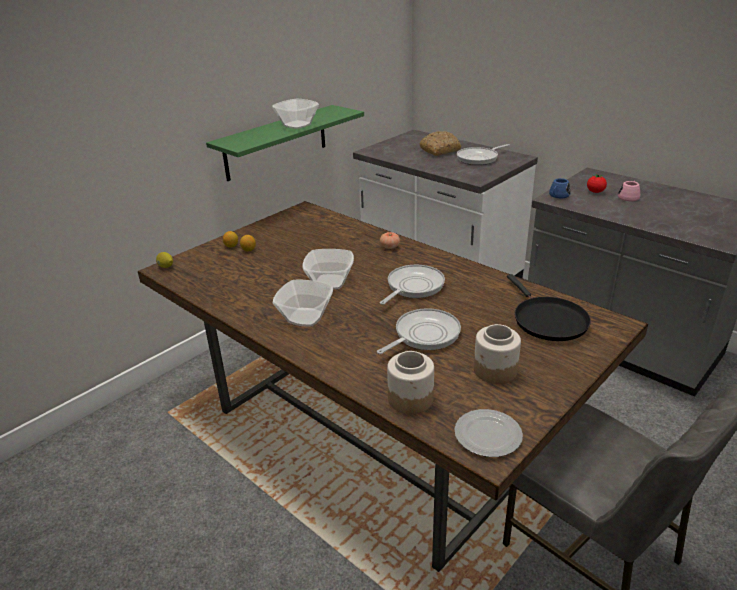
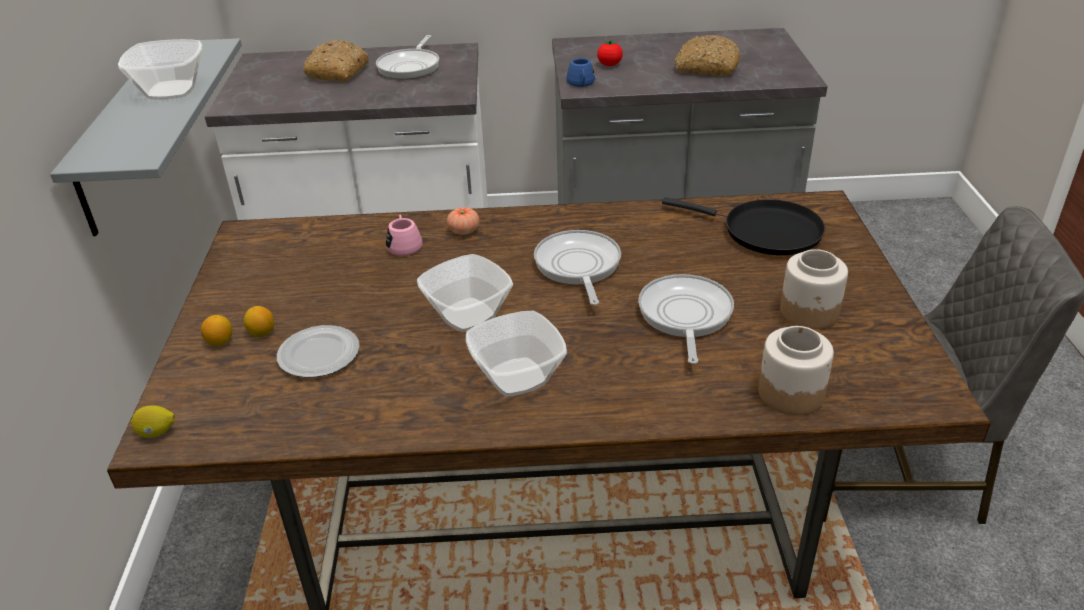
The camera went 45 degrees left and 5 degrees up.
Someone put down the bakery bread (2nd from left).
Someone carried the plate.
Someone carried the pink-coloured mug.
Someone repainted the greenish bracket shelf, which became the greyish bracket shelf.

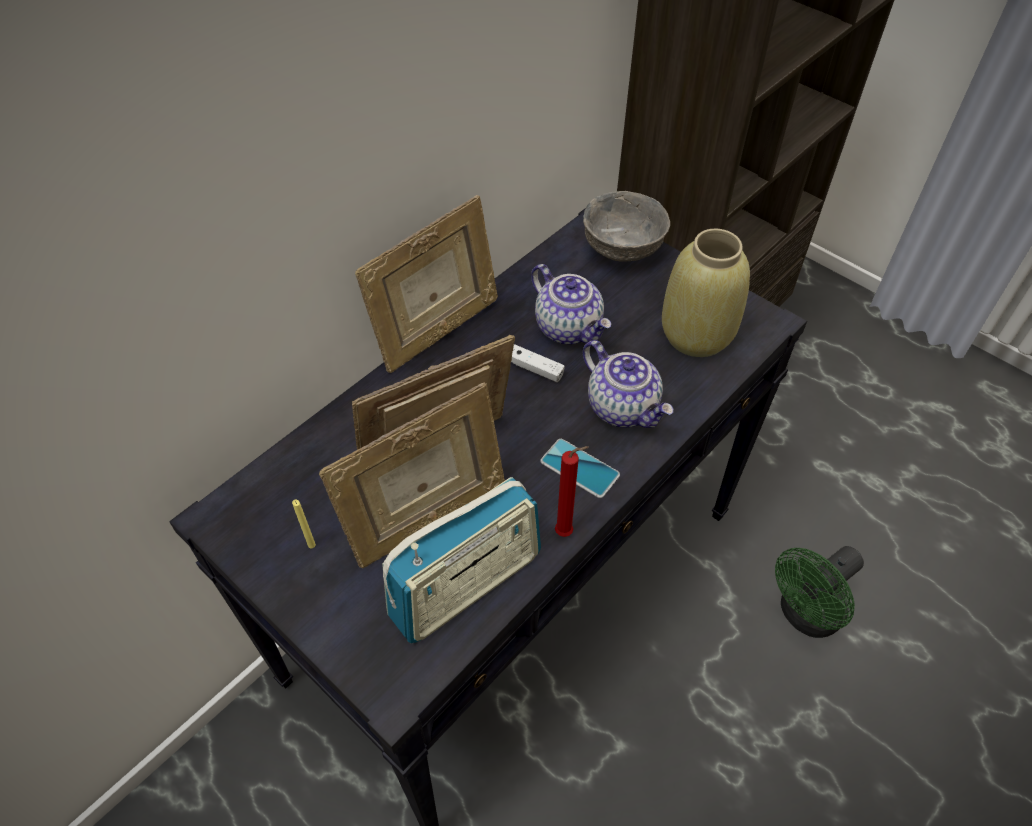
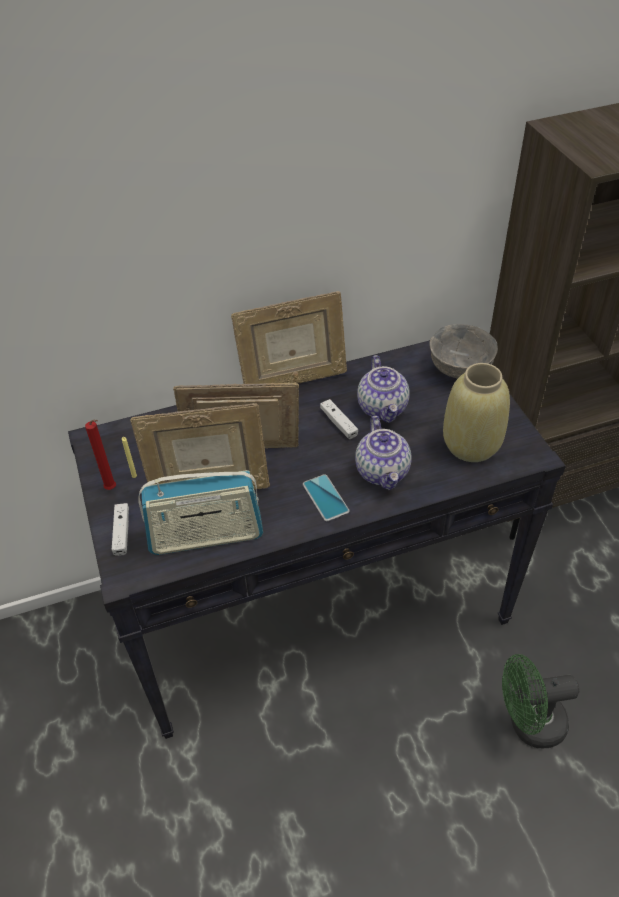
The camera went 30 degrees right and 5 degrees down.
Someone put down the white-coloured joypad (1st from left).
Someone carried the red candle.

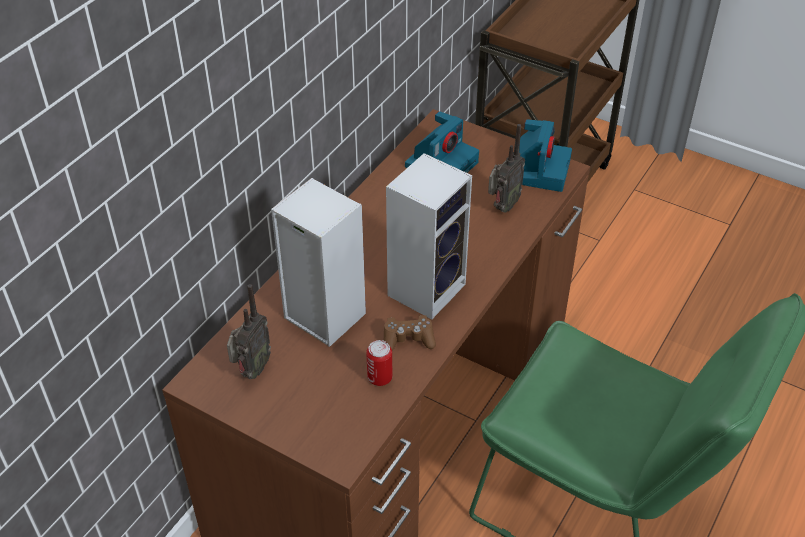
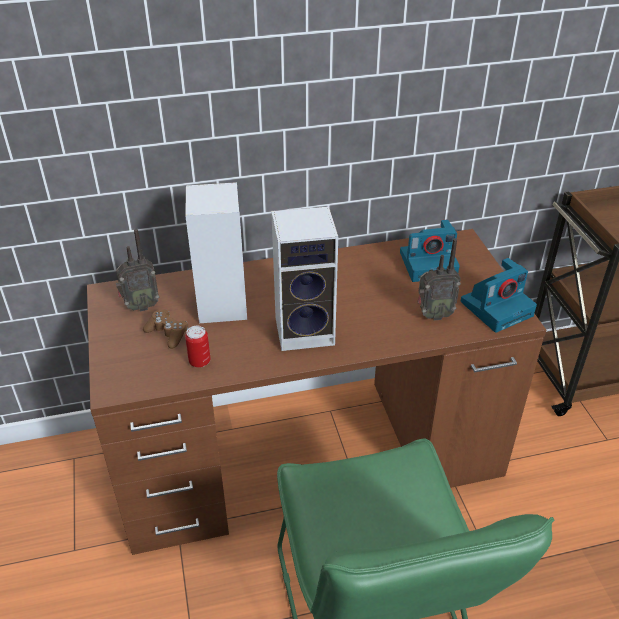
The camera went 45 degrees right and 5 degrees down.
Someone carried the brownish joypad.

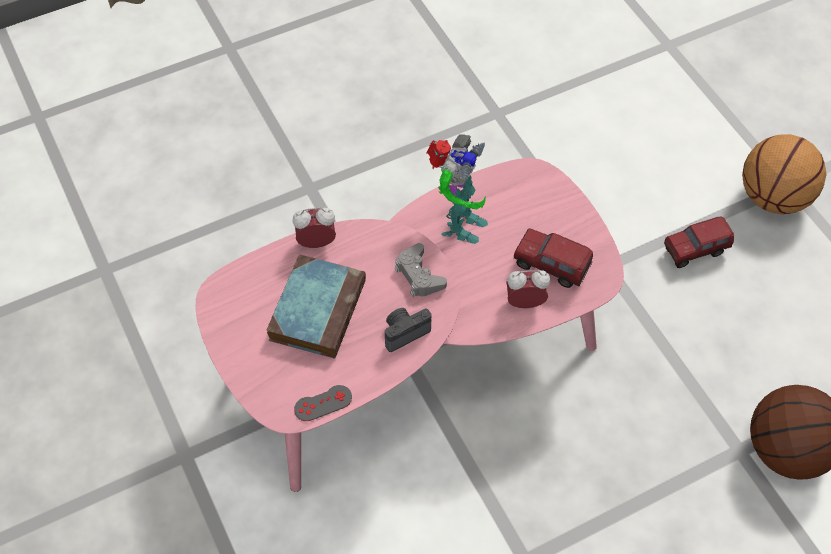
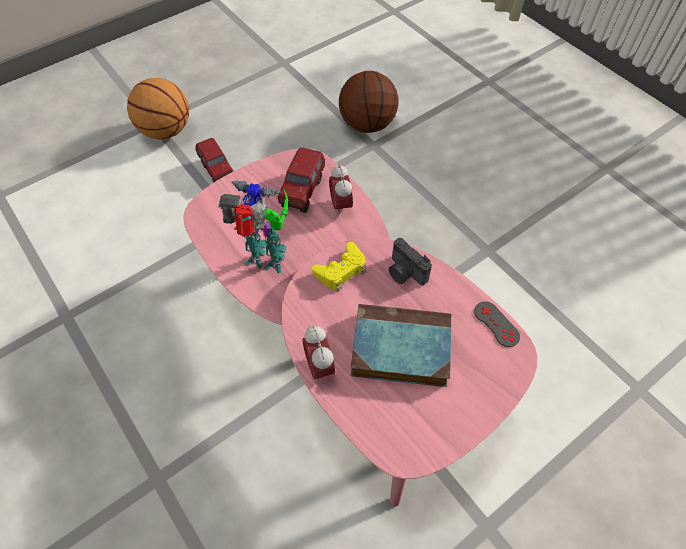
The camera went 100 degrees left and 0 degrees up.
Someone repainted the greyish joypad (2nd from left), which became the yellowish joypad.

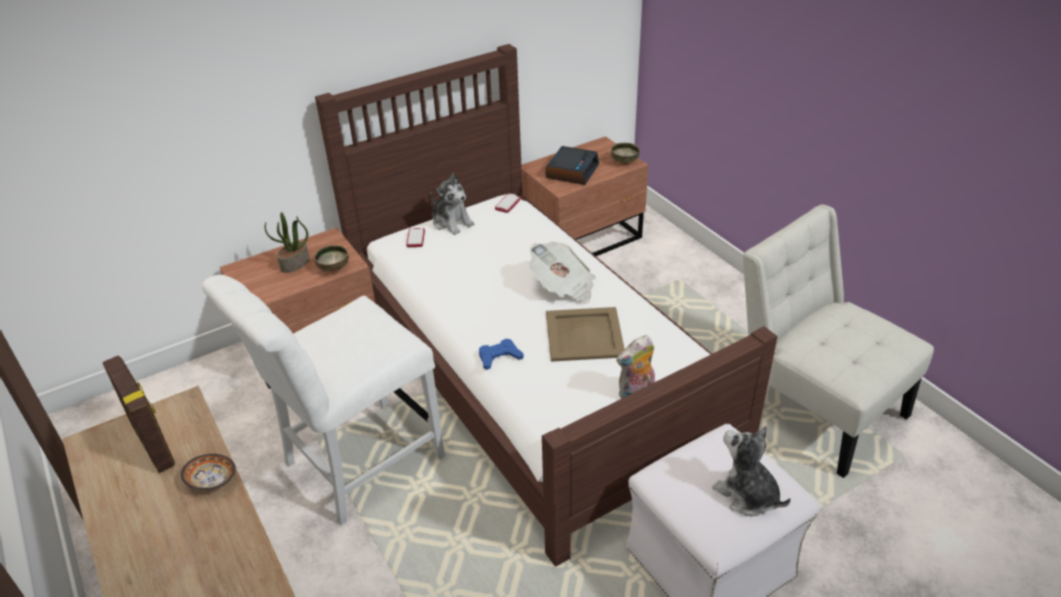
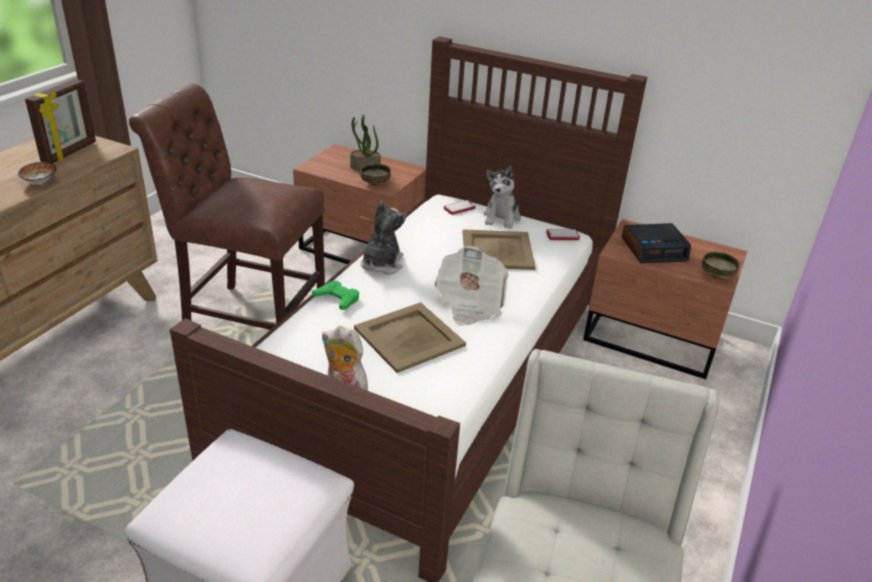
The camera went 55 degrees right and 5 degrees down.
Someone put down the sand-coloured tray (2nd from left).
Someone carried the cuddly toy (3rd from left in the first image).
Someone repainted the white-coloured plain chair (1st from left), which became the brownish plain chair.
Someone repainted the blue joypad, which became the greenish joypad.

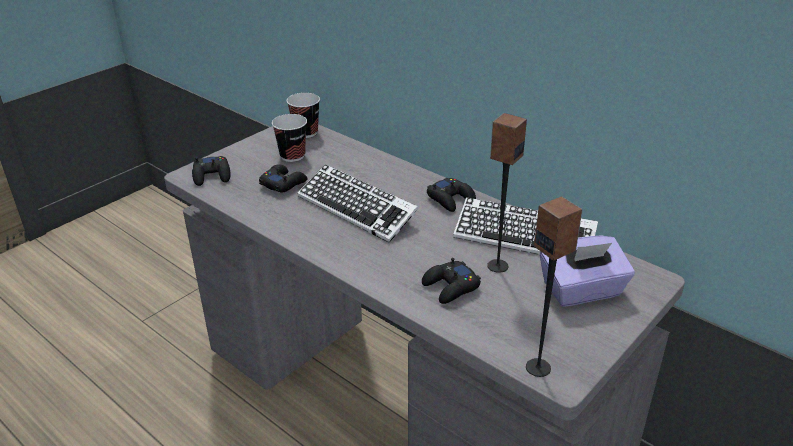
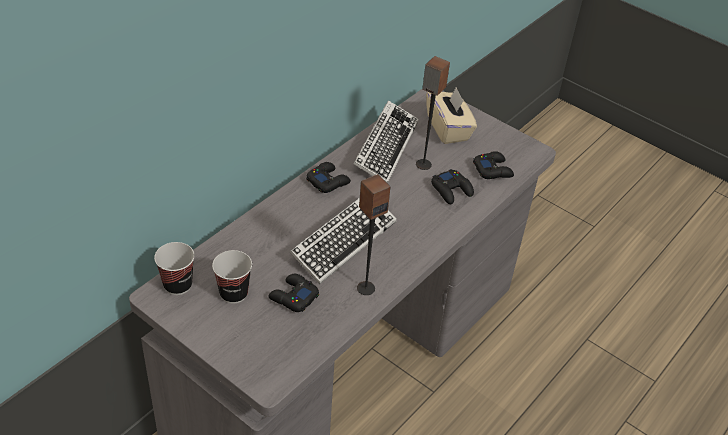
The camera went 95 degrees left and 10 degrees up.
Someone carried the black-coloured joypad (1st from left in the first image).
Someone carried the loudspeaker (2nd from left in the first image).
Someone repainted the purple tissue box, which became the sand-coloured tissue box.

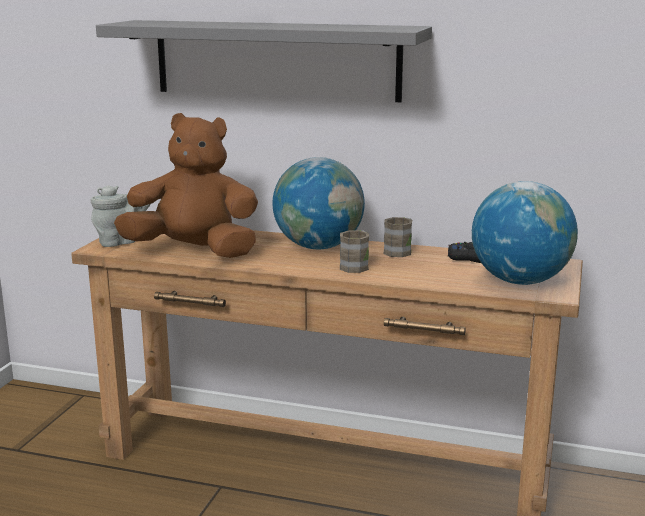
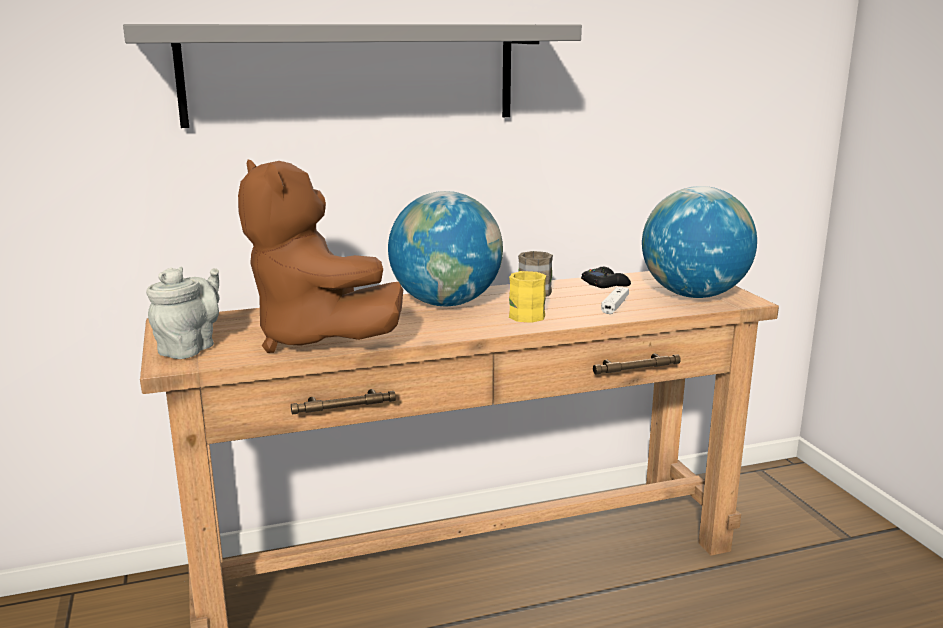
The camera went 35 degrees left and 0 degrees up.
Someone put down the white-coloured joypad.
Someone repainted the brownish mug (1st from left), which became the yellowish mug.
Someone rotated the brownish cuddly toy by 105 degrees counterclockwise.

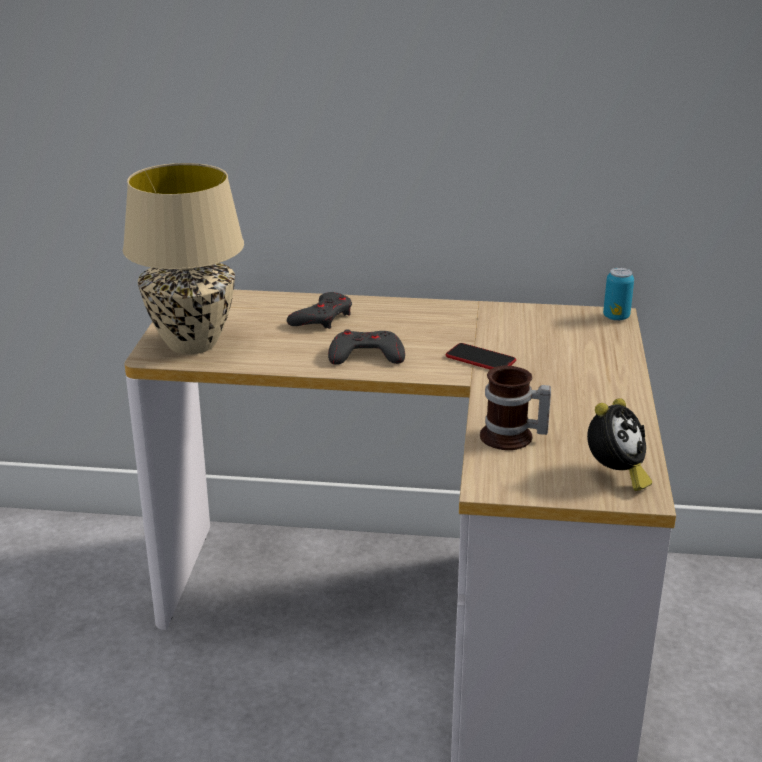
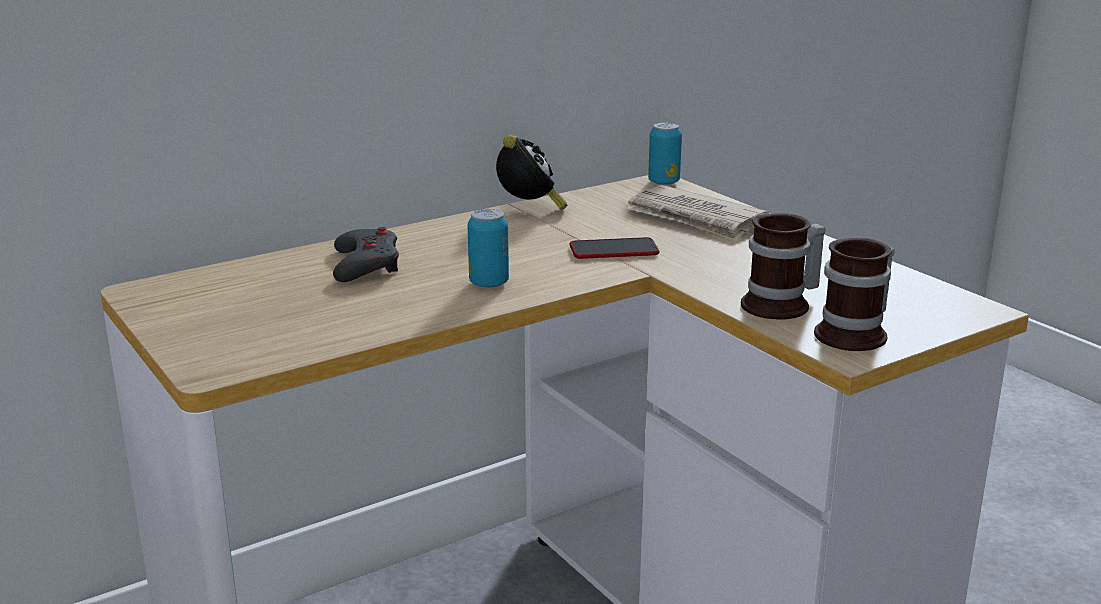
The camera went 40 degrees left and 5 degrees down.
Someone took away the sand-coloured tabletop lamp.
Someone put down the printed paper.
Someone put down the mug (2nd from left).
Someone carried the table clock.
Someone swapped the greyish joypad (2nd from left) for the sealed can (1st from left).

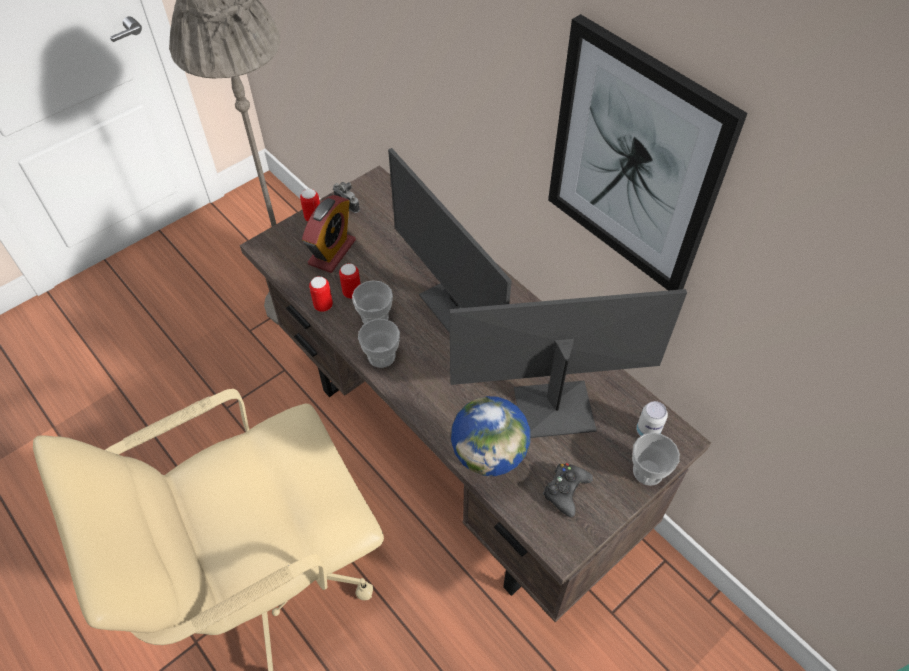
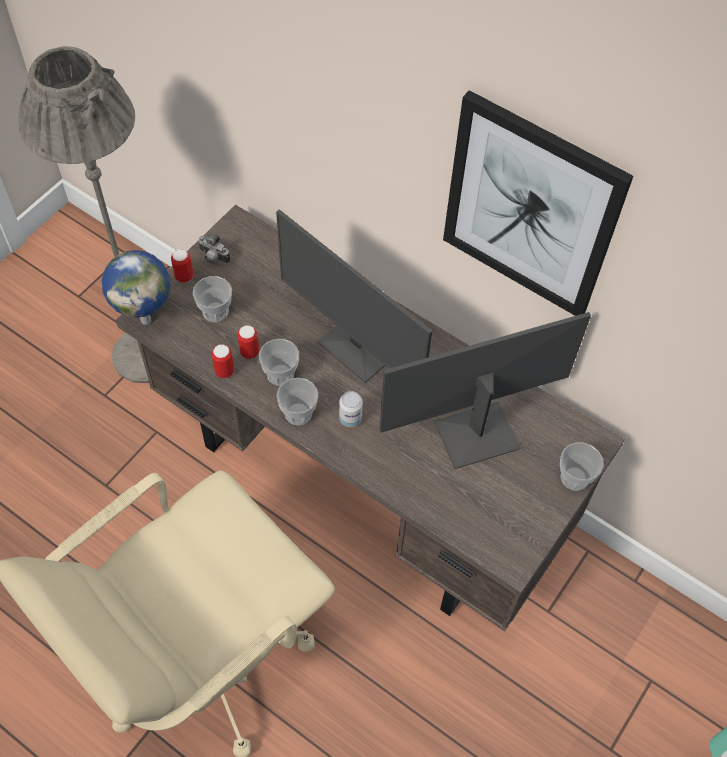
The camera went 15 degrees left and 5 degrees up.
Someone took away the black-coloured joypad.
Someone carried the world globe.
Someone carried the sealed can (4th from left).
Someone swapped the table clock for the small cup (1st from left).

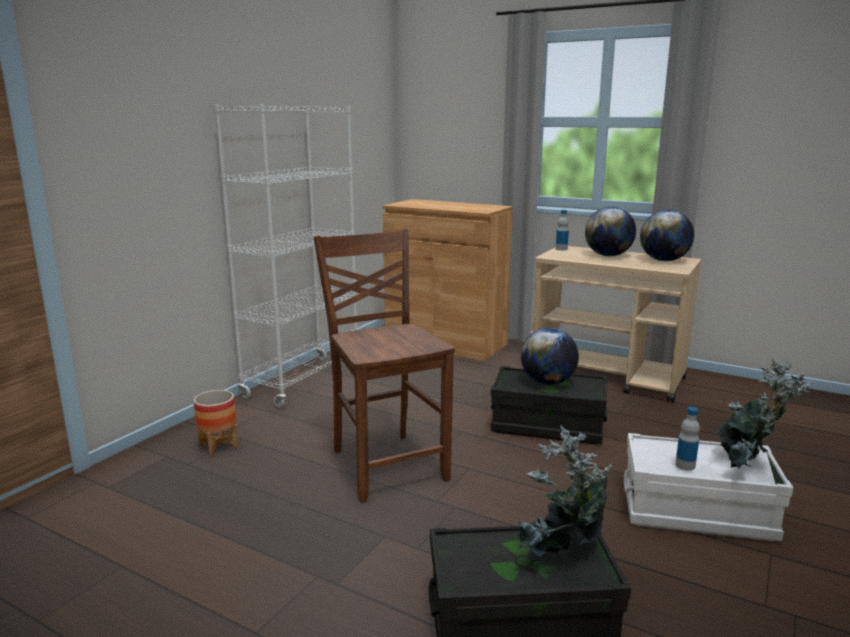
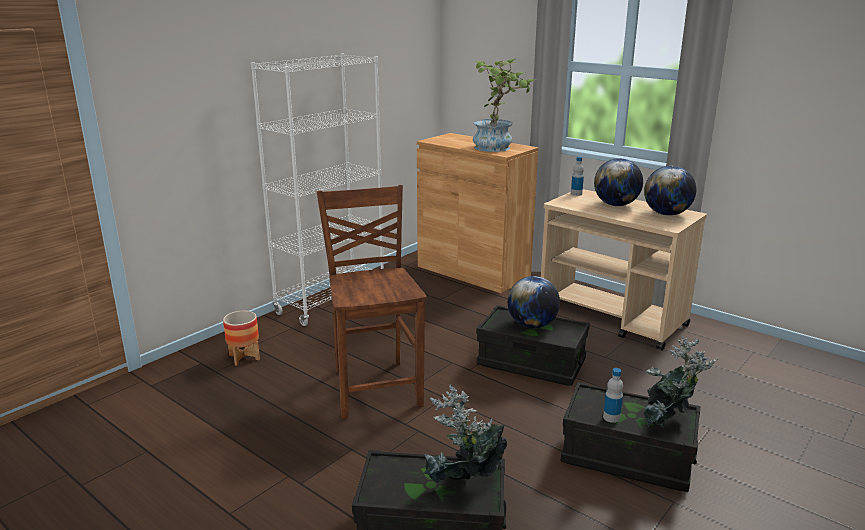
The camera went 10 degrees right and 5 degrees up.
Someone put down the houseplant (2nd from left).
Someone repainted the white-coloured storage box, which became the black-coloured storage box (3rd from left).

